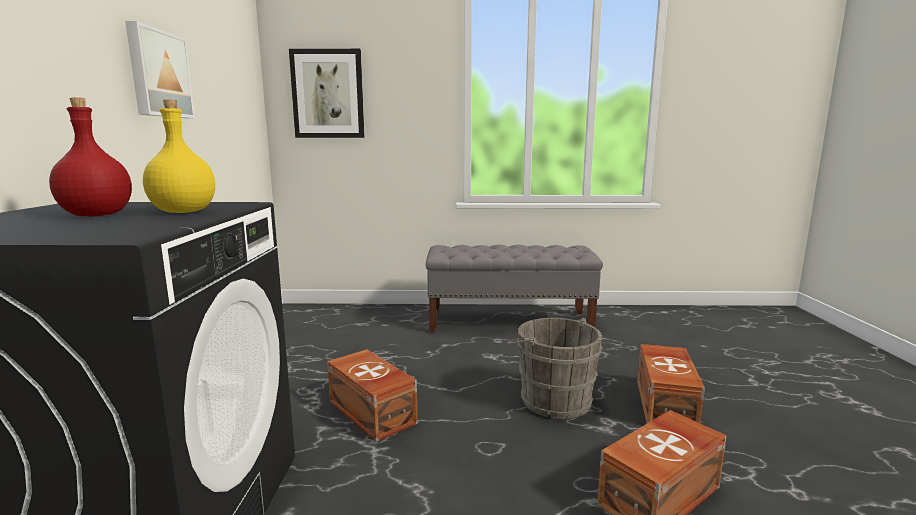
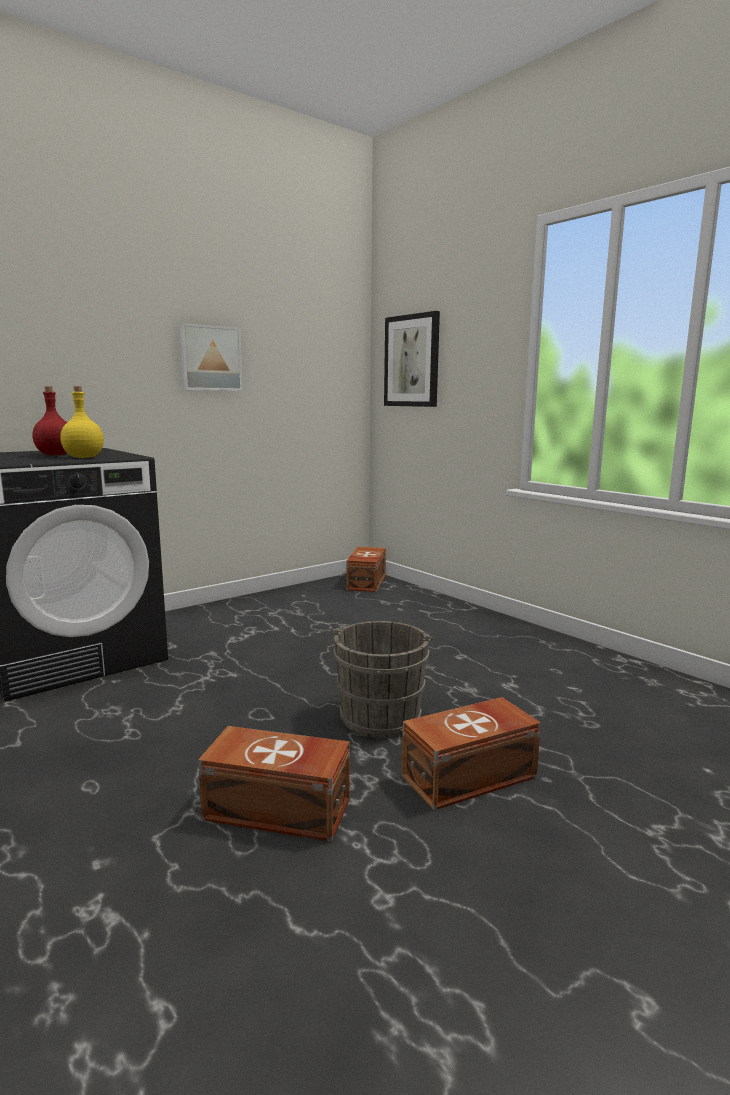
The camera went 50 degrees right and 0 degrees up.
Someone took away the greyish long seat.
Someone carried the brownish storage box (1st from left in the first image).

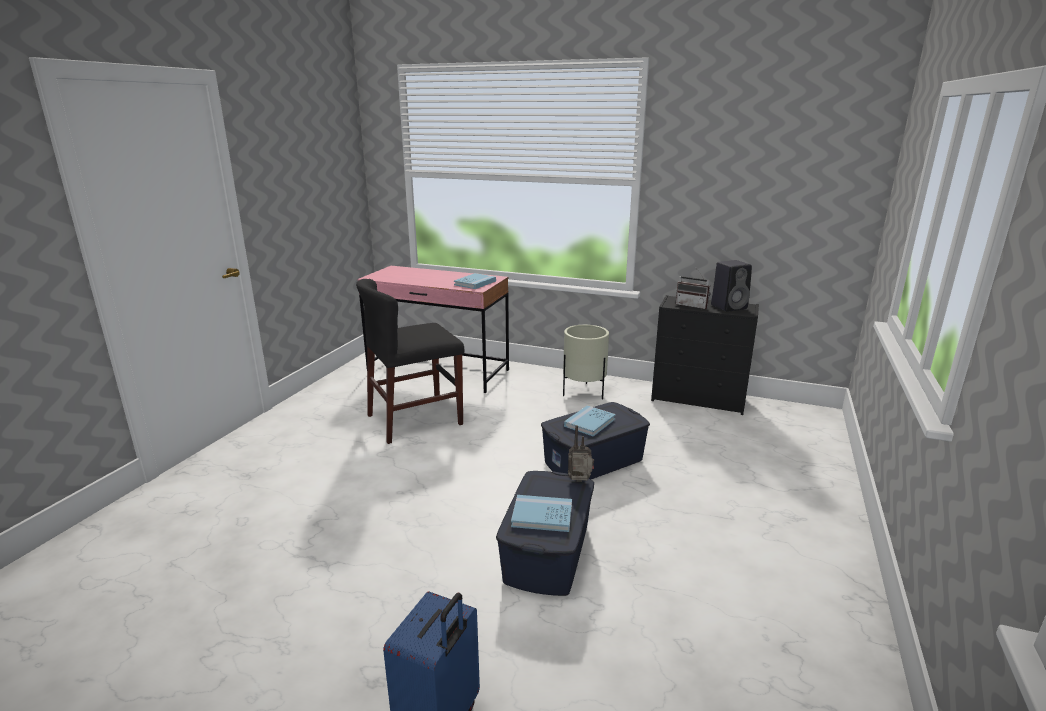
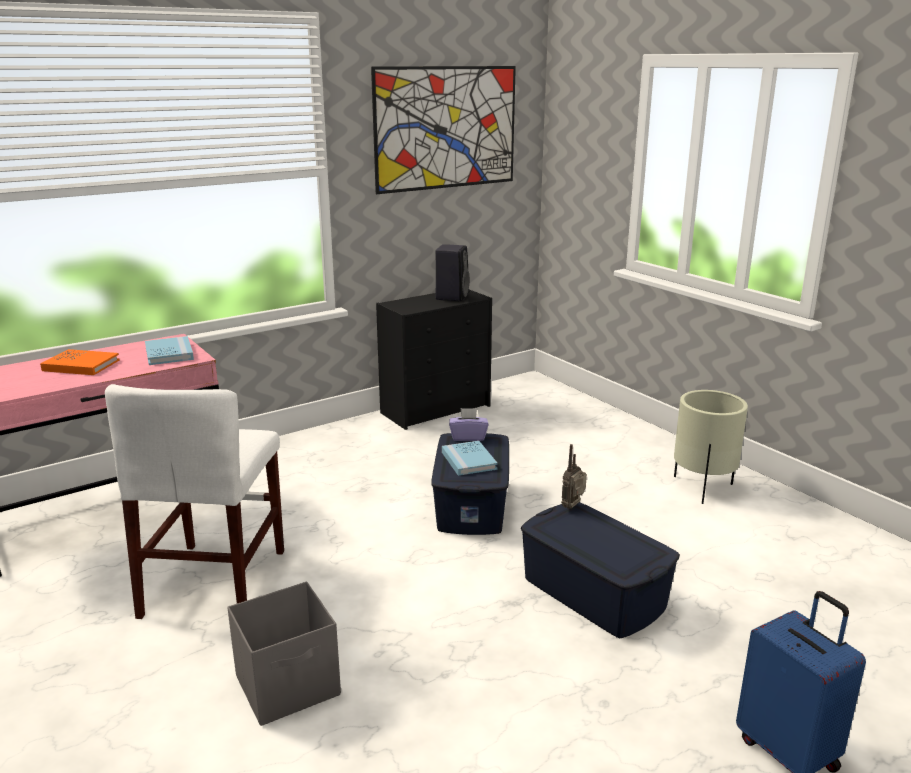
The camera went 55 degrees left and 0 degrees up.
Someone took away the blue bound book (2nd from left).
Someone took away the radio set (2nd from left).
Someone put down the orange-coloured bound book.
Someone put down the greyish storage box.
Someone put up the wall art.
Someone put down the purple tissue box.
Someone carried the sand-coloured plant pot.
Someone repainted the black-coloured plain chair, which became the white-coloured plain chair.

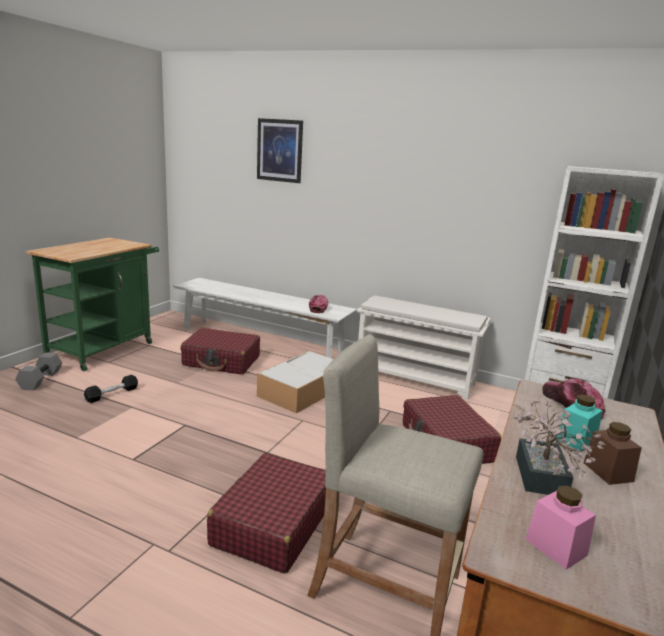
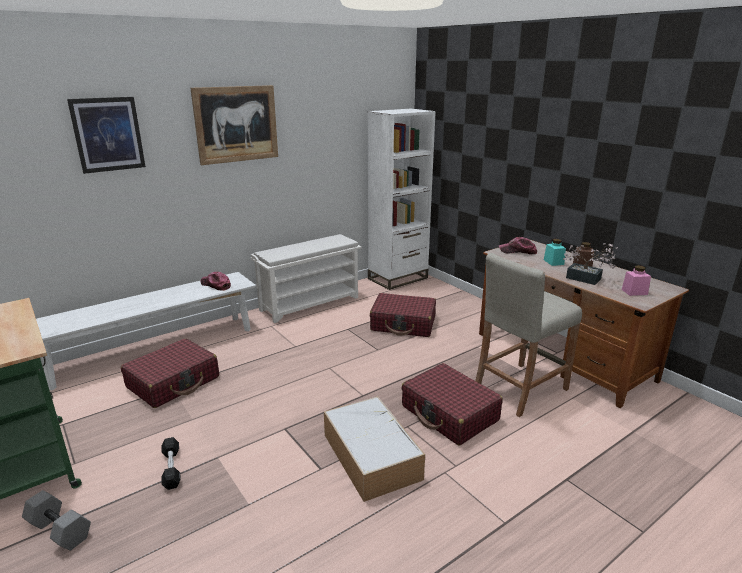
The camera went 60 degrees left and 5 degrees up.
Someone put up the wall art (2nd from left).
Someone carried the storage box.

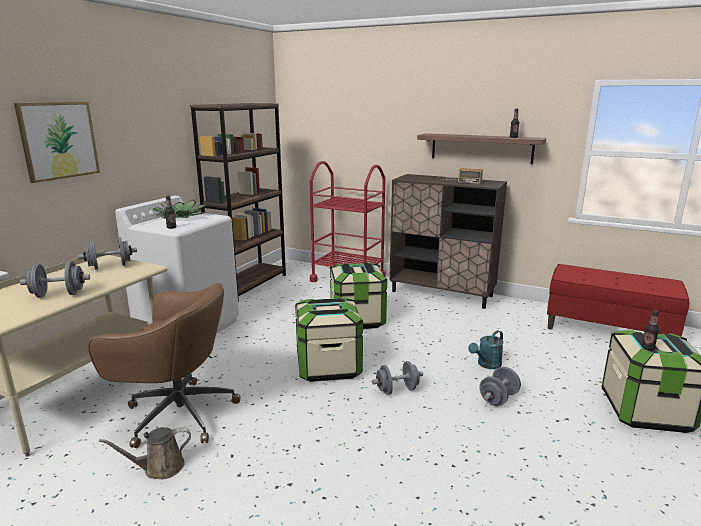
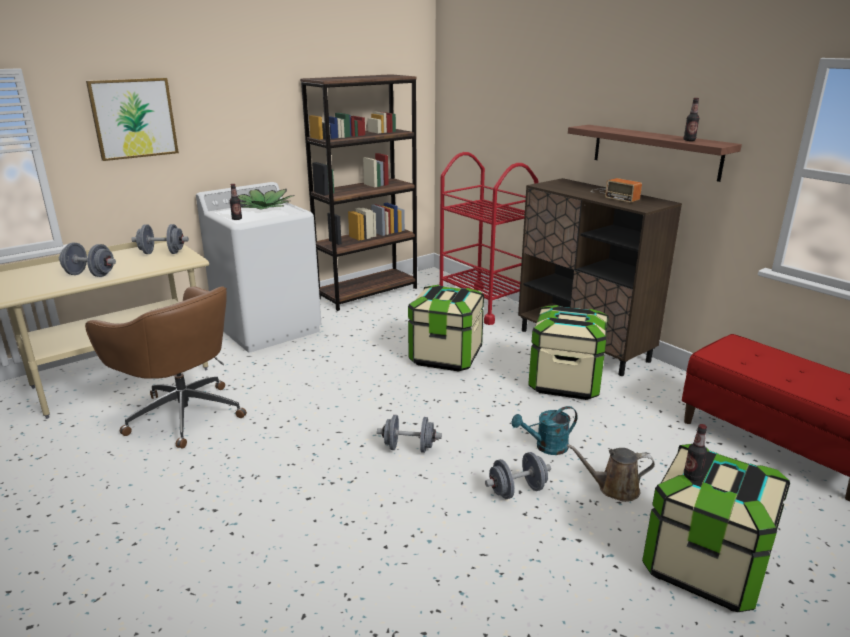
The camera went 25 degrees right and 5 degrees up.
Someone carried the brownish sprinkling can.
Someone carried the storage box (1st from left in the first image).

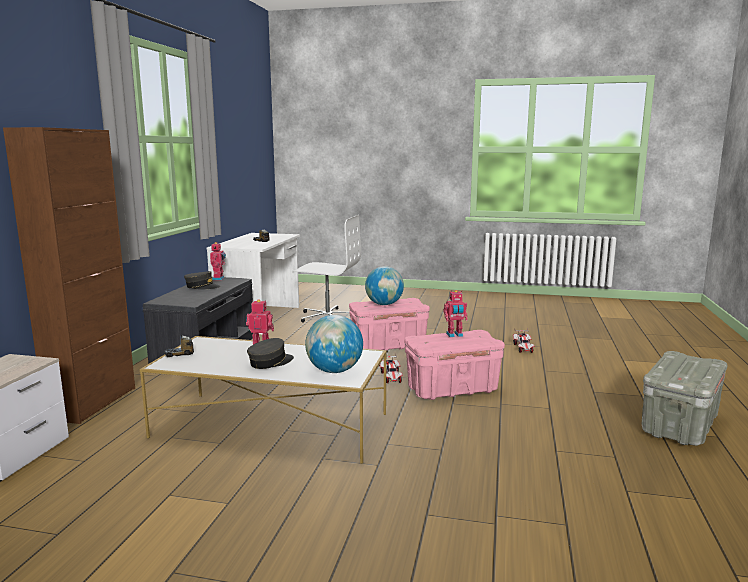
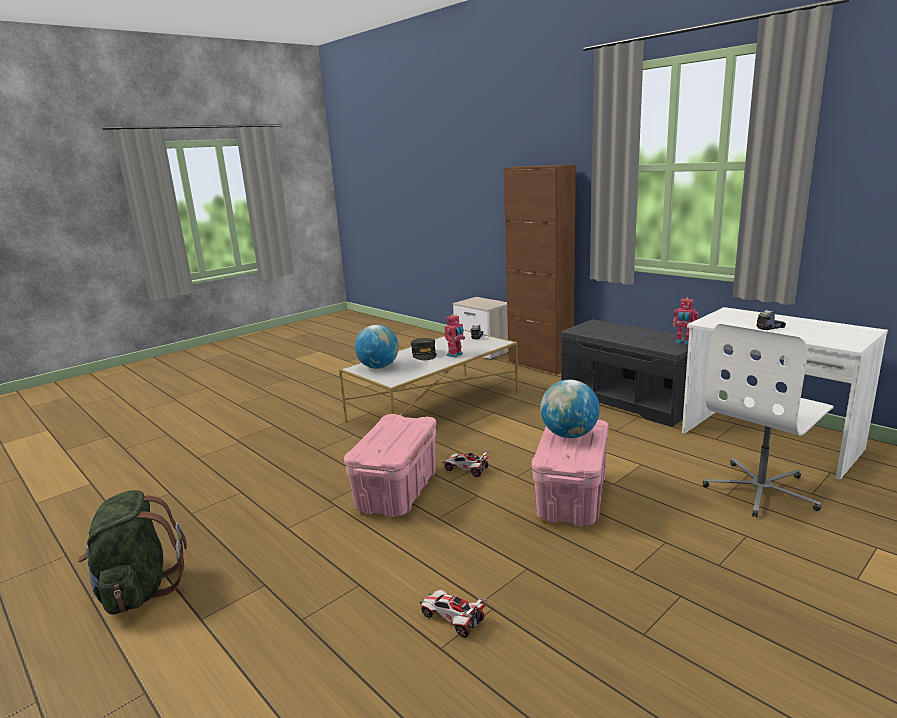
The camera went 125 degrees right and 5 degrees up.
Someone took away the greyish peaked cap (1st from left).
Someone took away the robot figure (3rd from left).
Someone swapped the greyish storage box for the greenish rucksack.

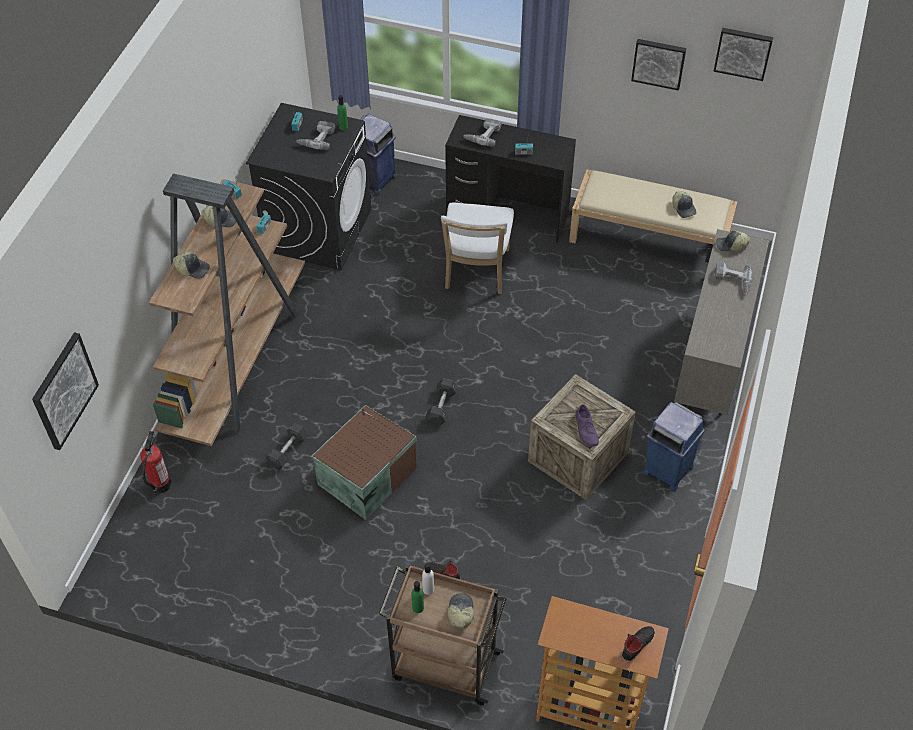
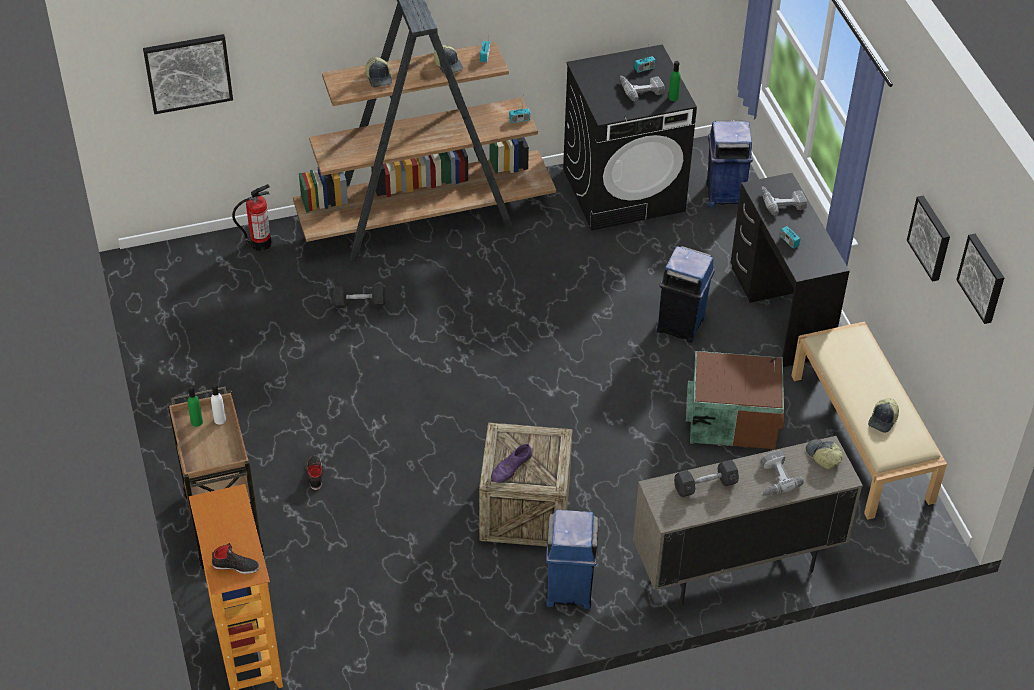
The camera went 55 degrees right and 5 degrees down.
Someone took away the peaked cap (3rd from left).
Someone carried the brownish storage box.
Someone carried the greyish dumbbell (2nd from left).
Someone swapped the white-coloured plain chair for the blue waste bin (2nd from left).

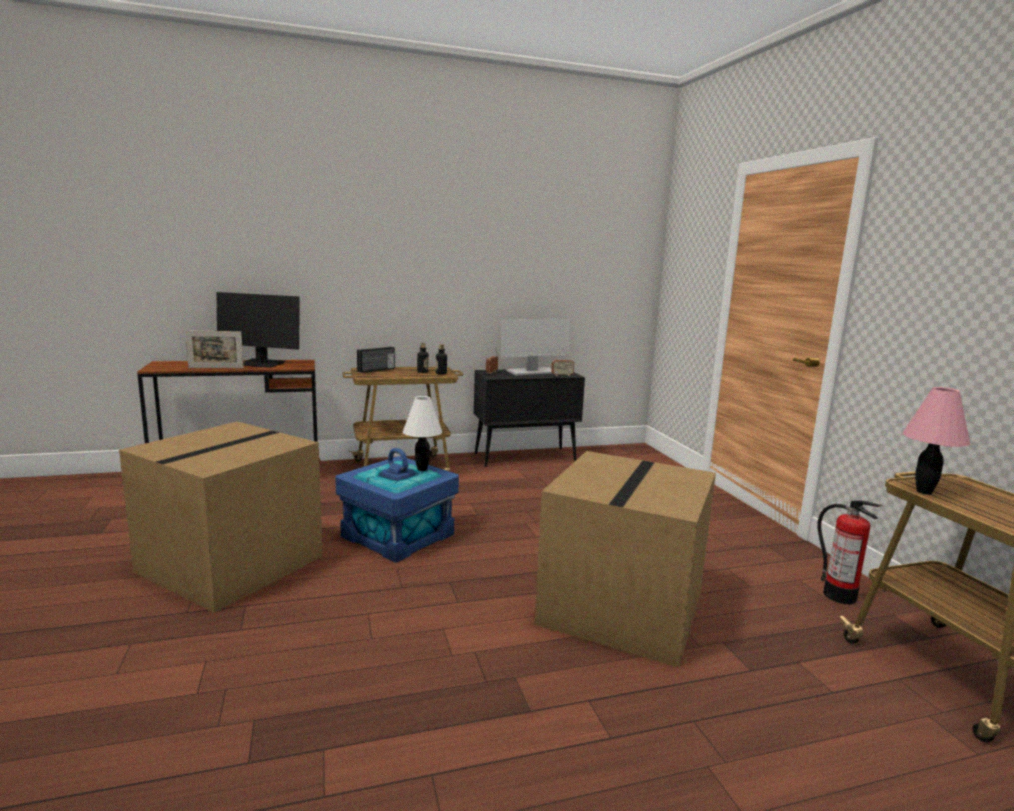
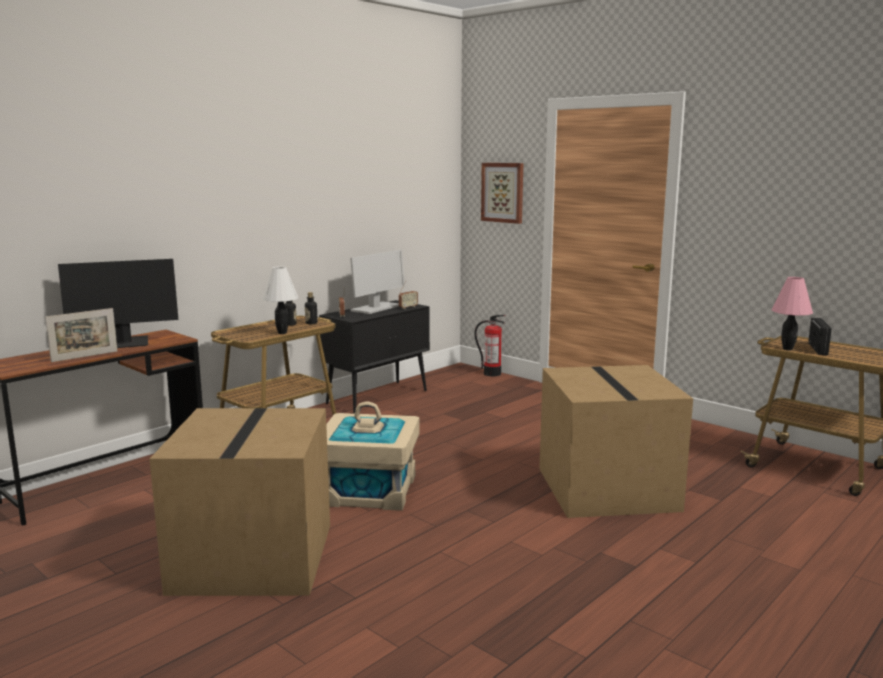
The camera went 30 degrees left and 0 degrees up.
Someone put up the wall art.
Someone carried the radio set (1st from left in the first image).
Someone carried the white-coloured tabletop lamp.
Someone carried the extinguisher.
Someone repainted the blue storage box, which became the sand-coloured storage box.

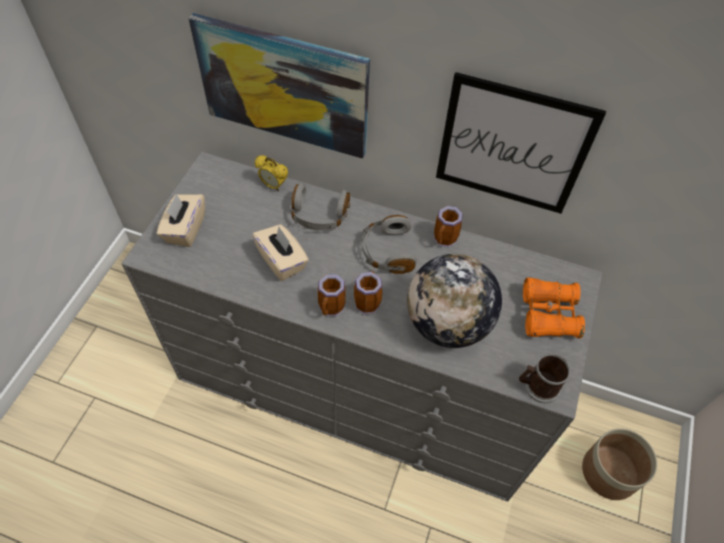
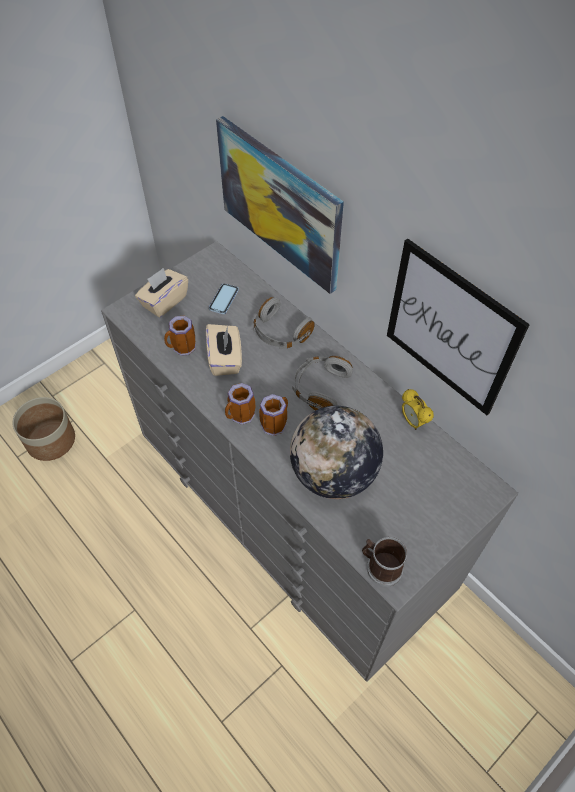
The camera went 30 degrees right and 0 degrees up.
Someone took away the orange-coloured binoculars.
Someone put down the handset.
Someone carried the table clock.
Someone carried the mug (3rd from left in the first image).
Someone carried the plant pot.

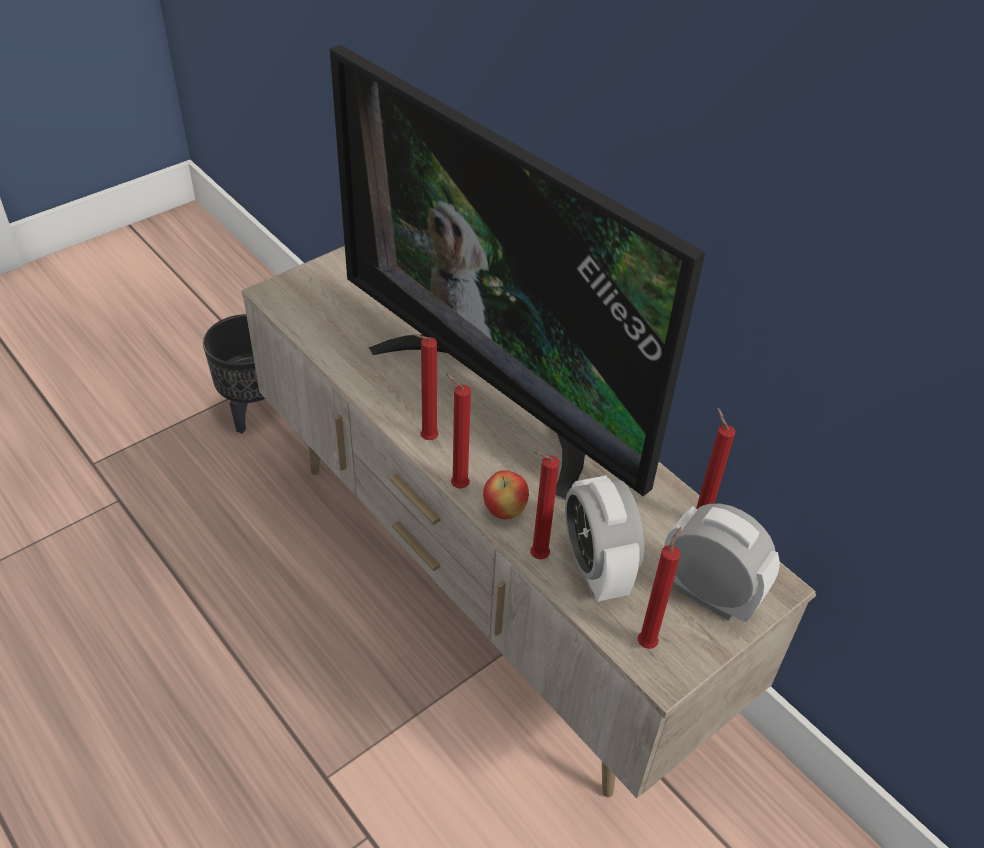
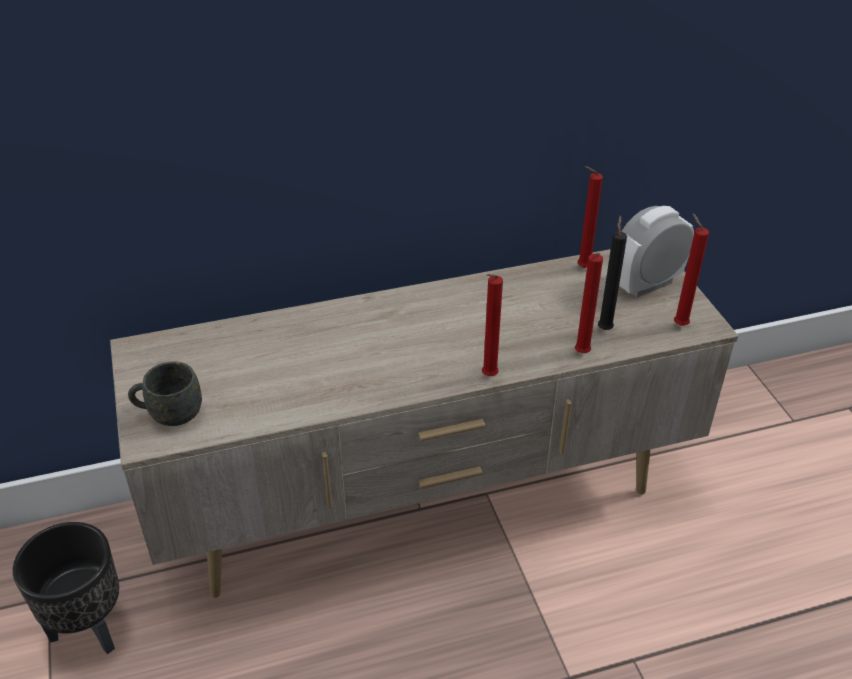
The camera went 65 degrees left and 5 degrees down.
Someone took away the TV.
Someone took away the red candle (1st from left).
Someone took away the apple.
Someone put down the greyish mug.
Someone swapped the table clock (1st from left) for the black-coloured candle.

